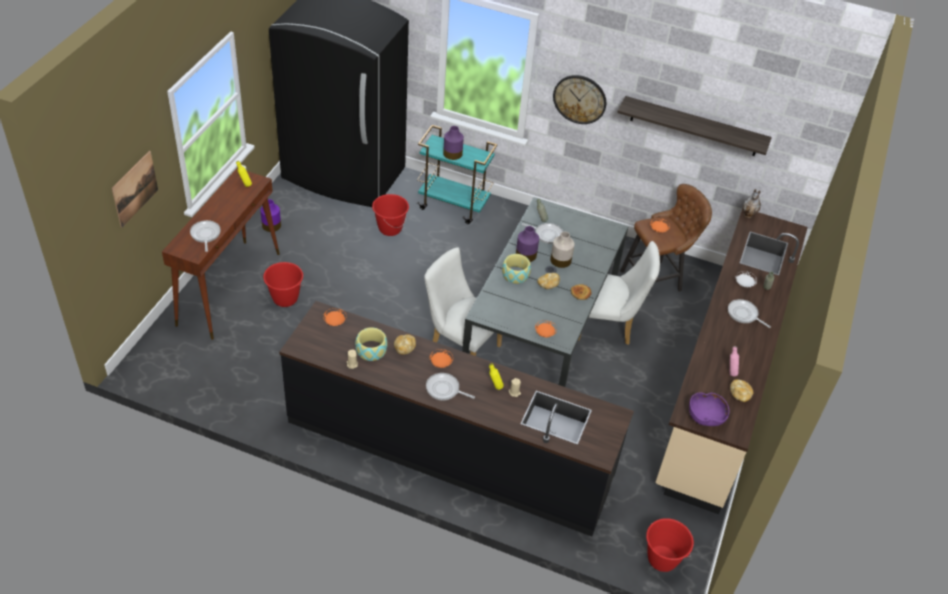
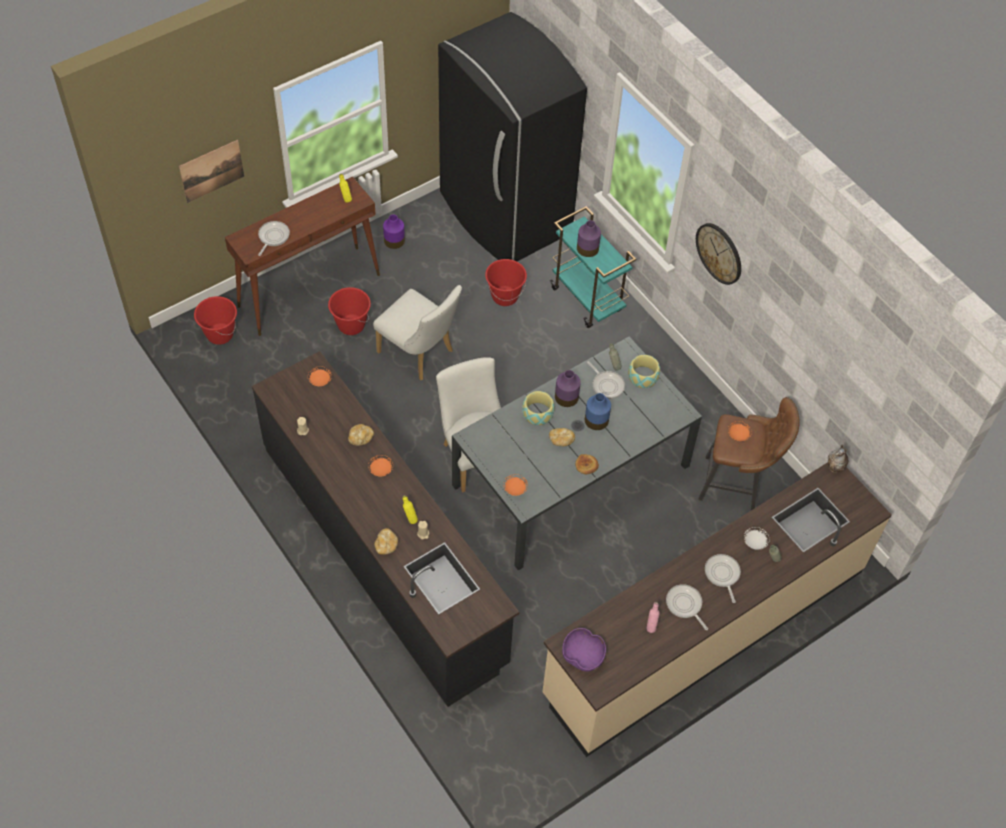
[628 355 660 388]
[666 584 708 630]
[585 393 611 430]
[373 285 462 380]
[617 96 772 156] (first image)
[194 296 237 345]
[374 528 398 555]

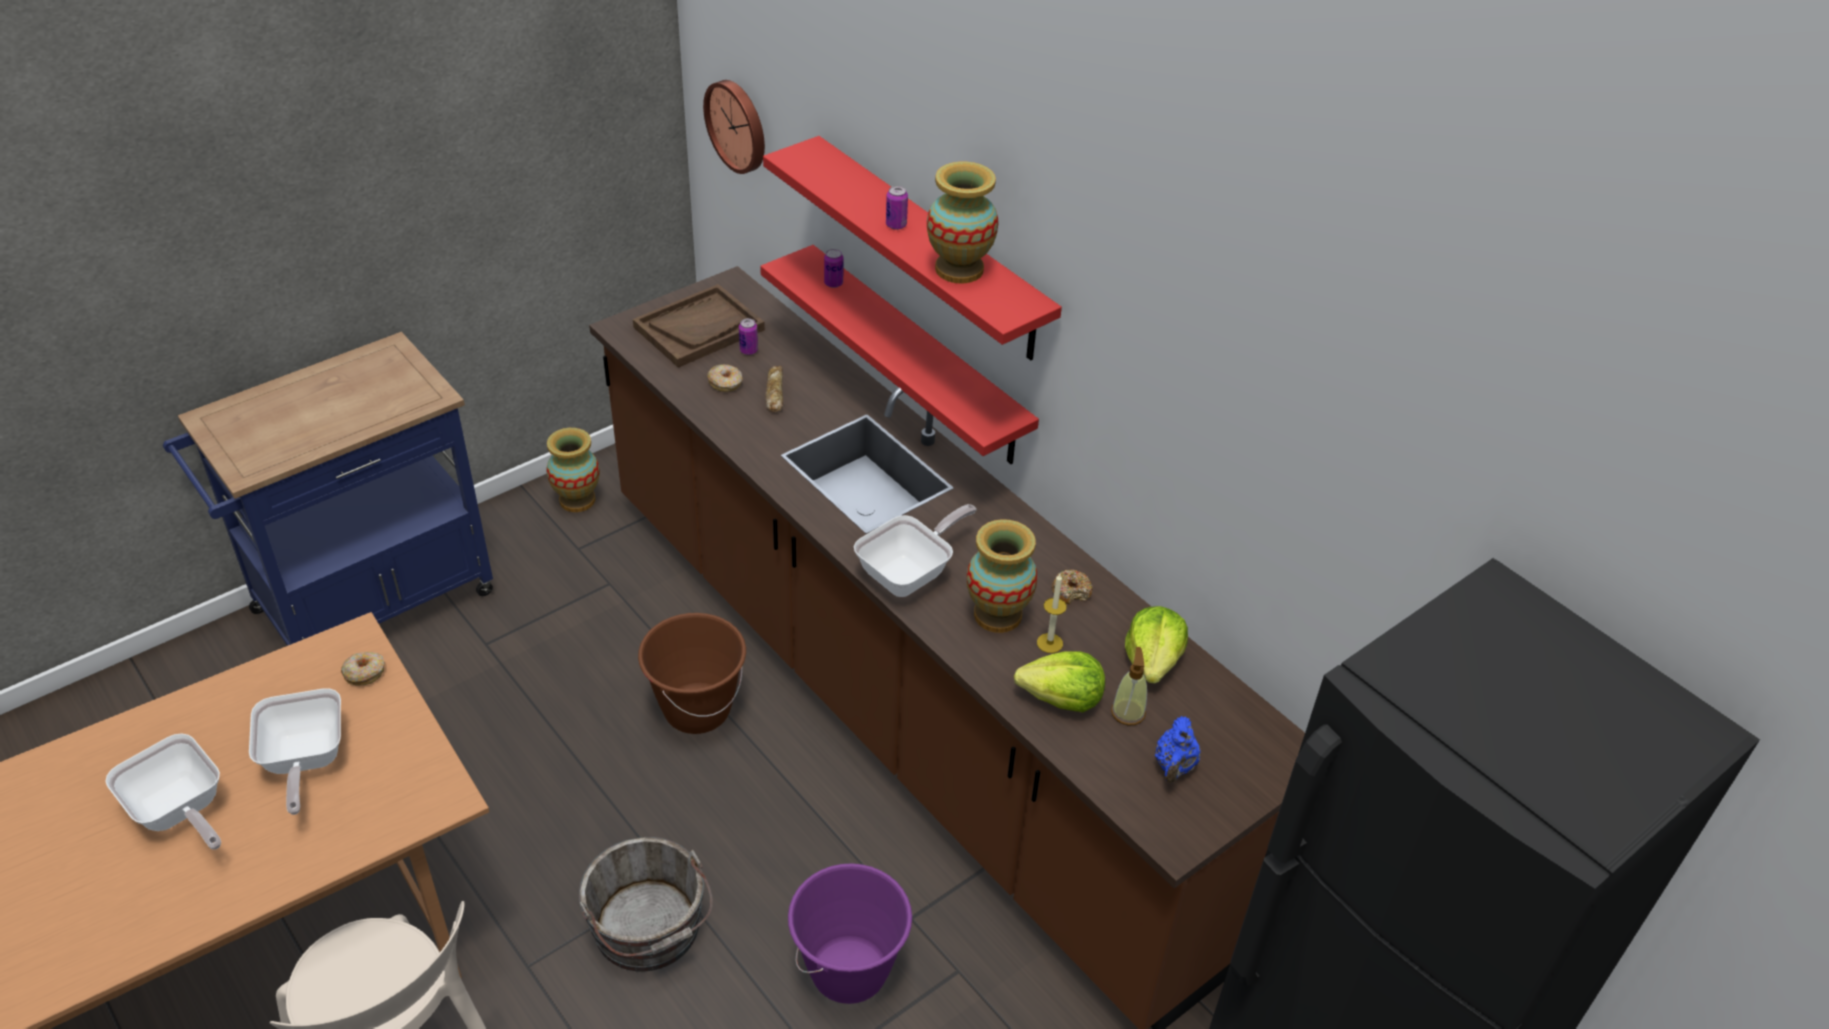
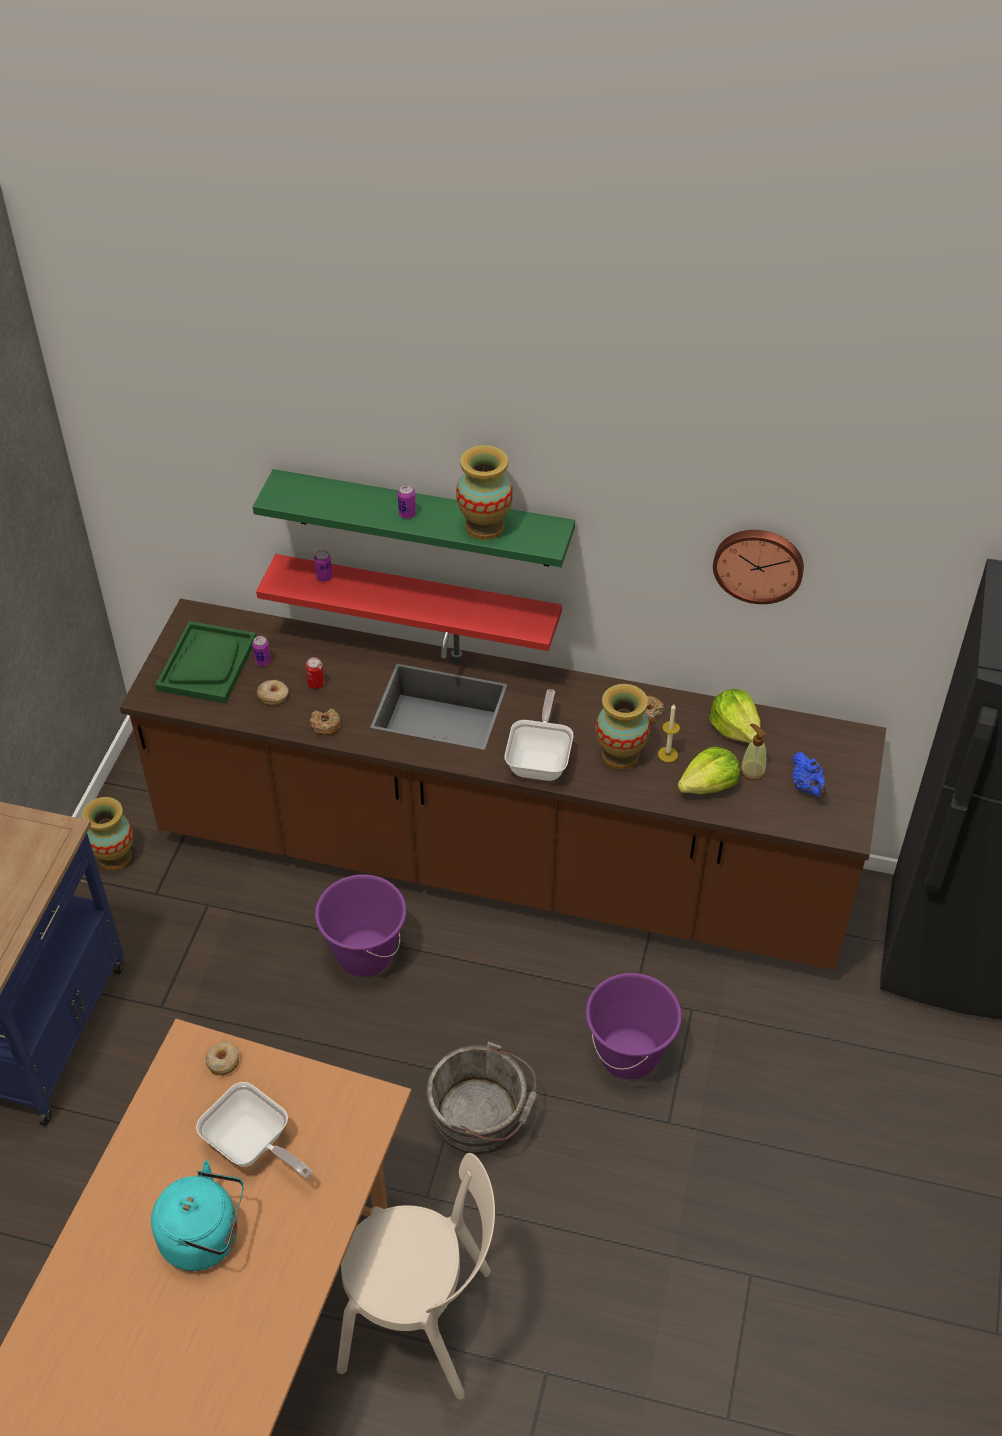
[151 1161 244 1271]
[156 621 257 704]
[315 874 406 977]
[713 530 804 604]
[253 469 575 567]
[305 657 325 689]
[310 709 341 735]

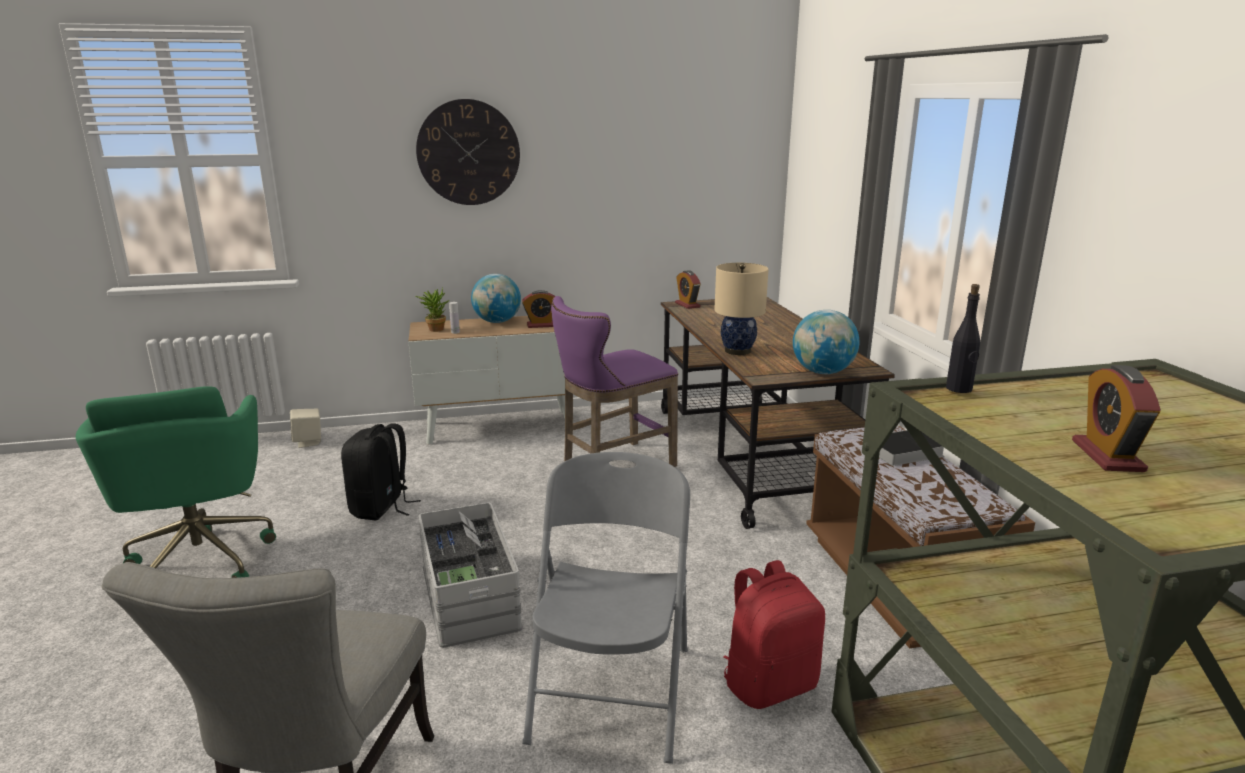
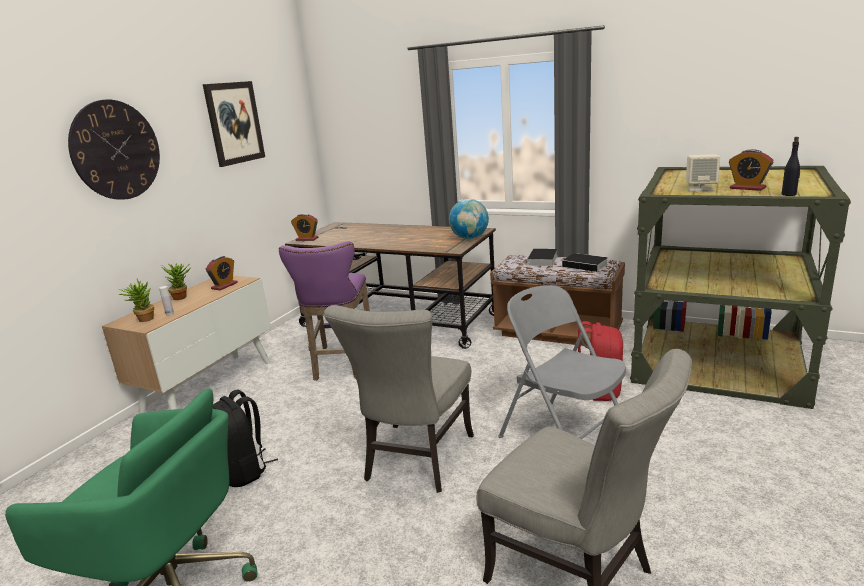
[686 154 720 191]
[323 305 474 493]
[161 263 190 300]
[714 263 768 355] (first image)
[782 137 800 196]
[203 81 265 167]
[562 253 608 272]

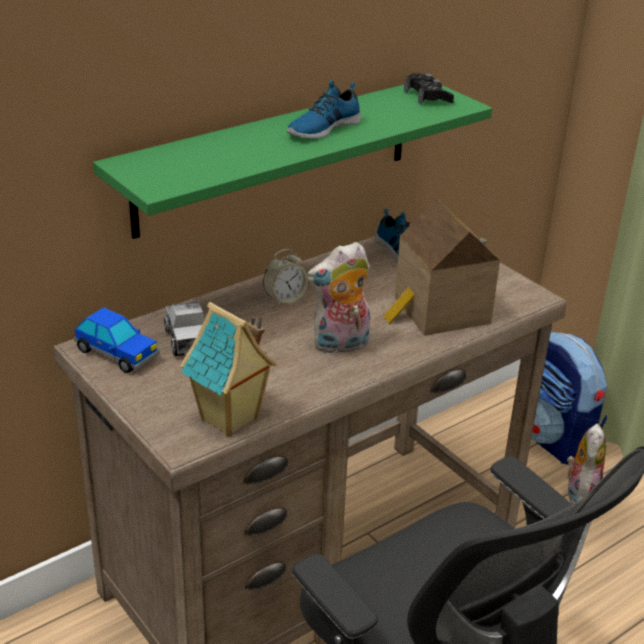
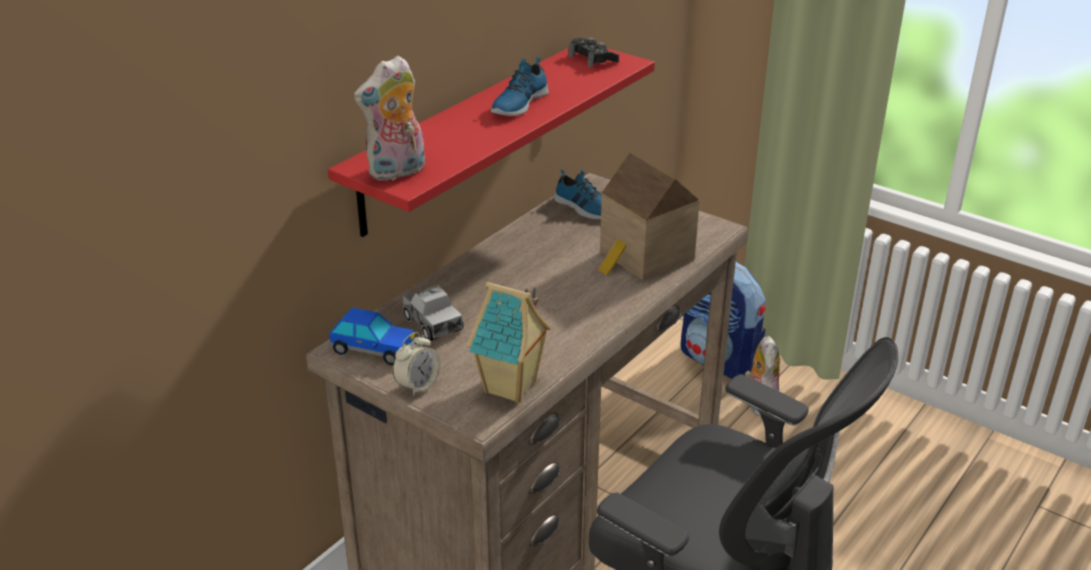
[328 48 655 237]
[393 332 441 396]
[354 56 425 181]

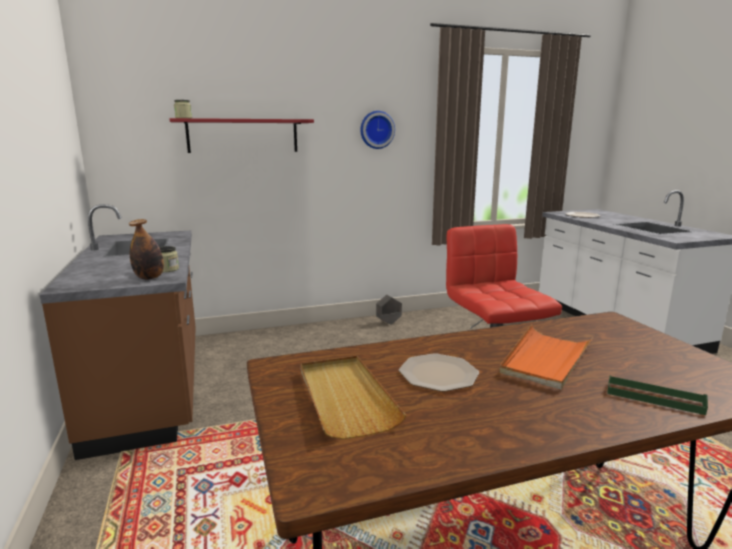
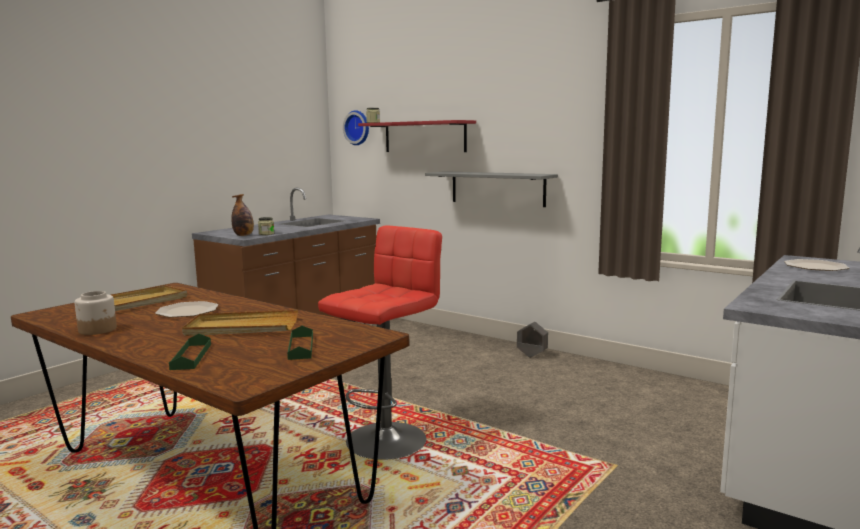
[343 110 369 145]
[182 310 298 336]
[75 291 117 335]
[287 326 313 360]
[425 171 558 207]

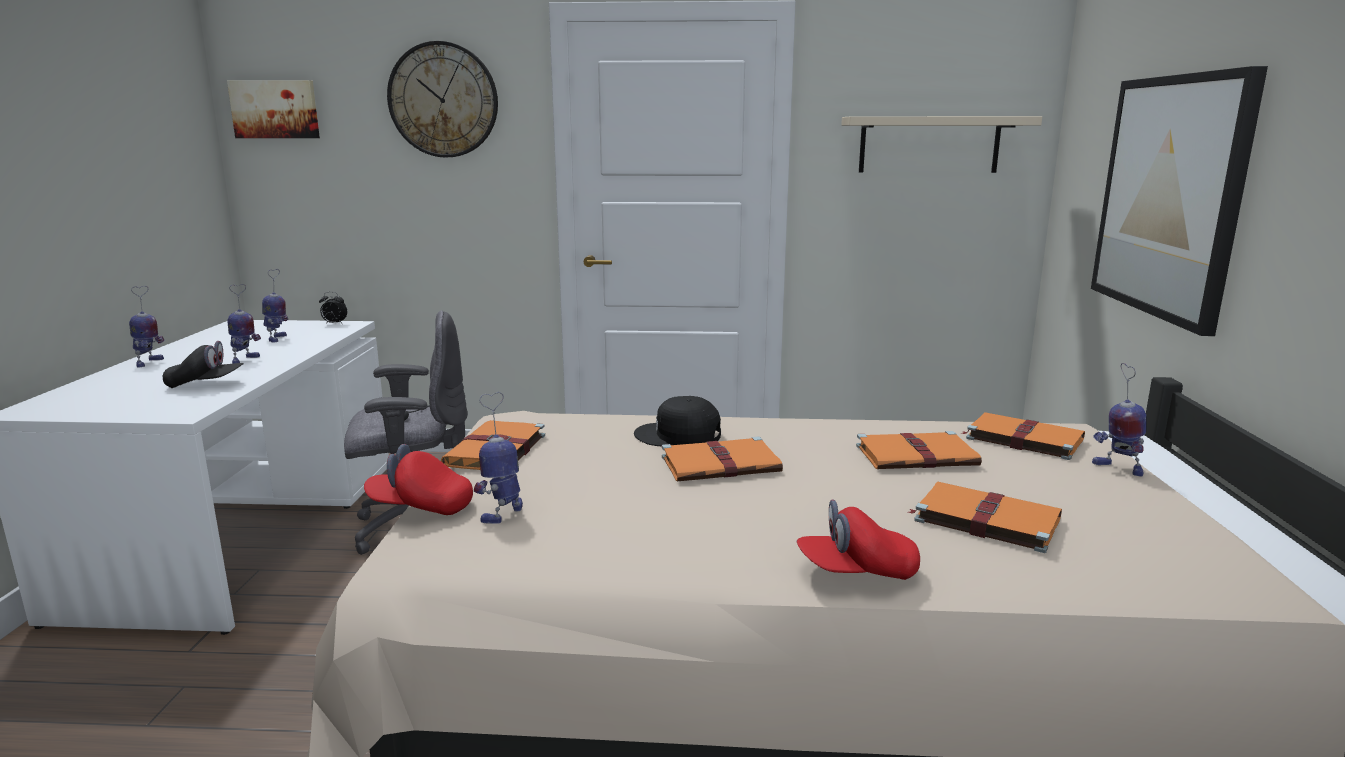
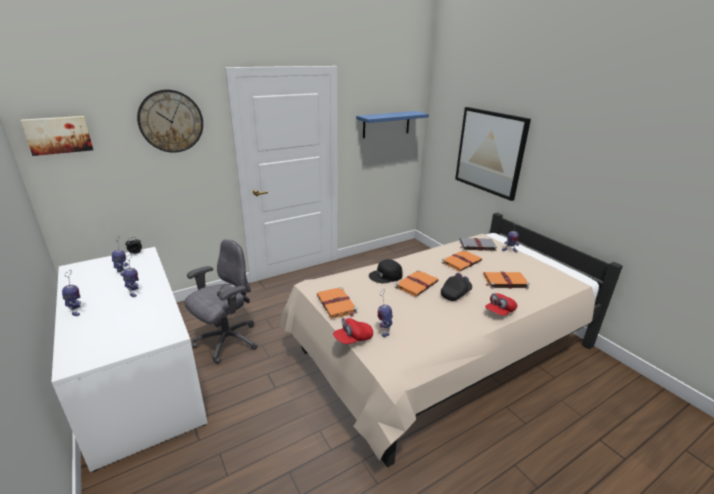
[441 273 472 301]
[356 111 429 138]
[460 238 497 251]

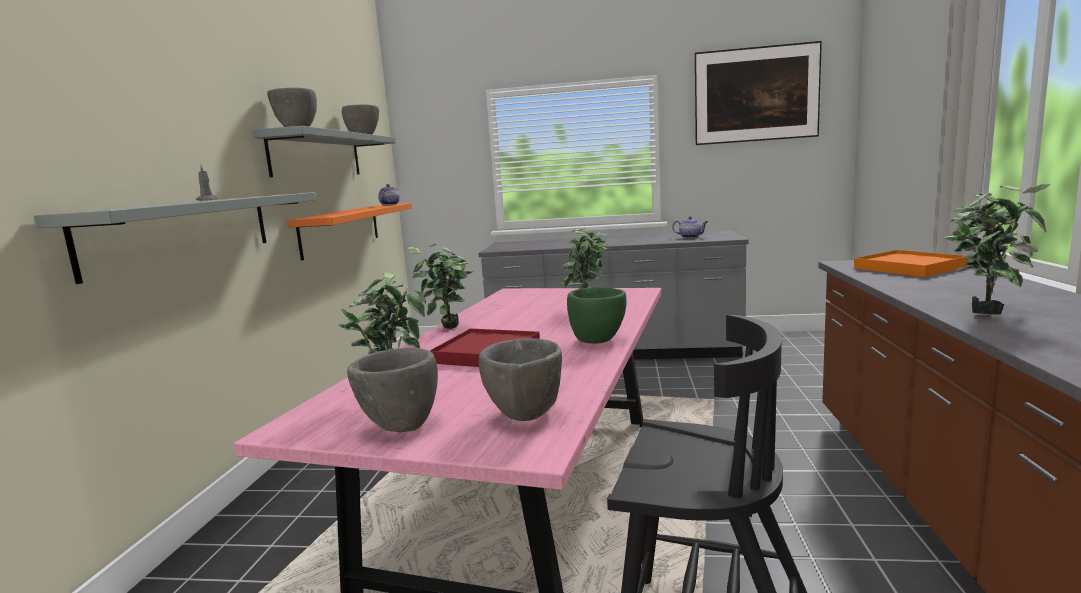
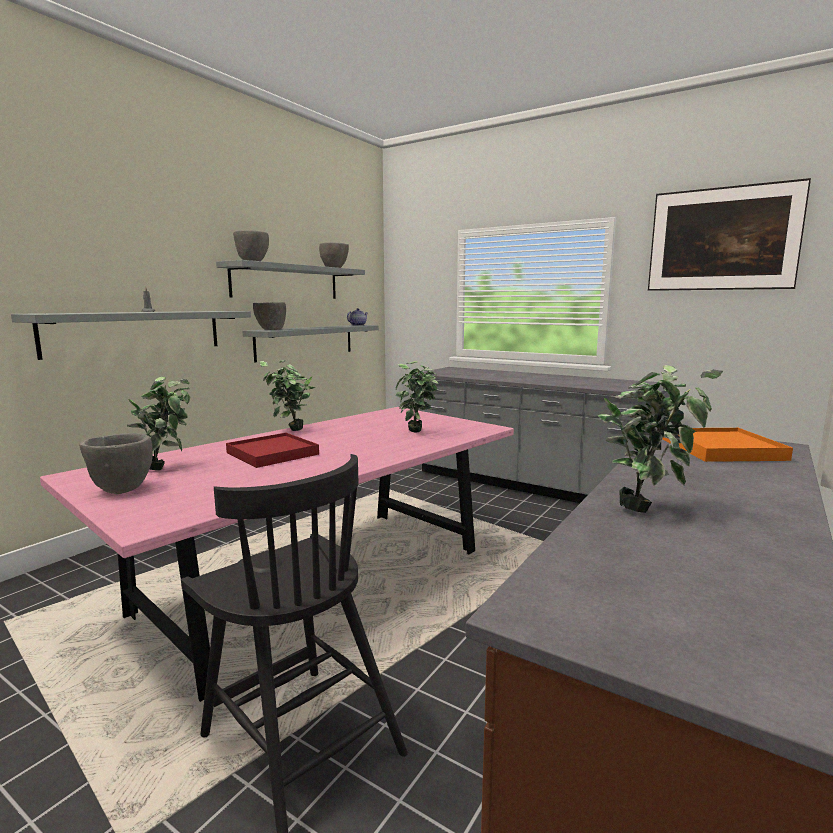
[243 325 379 362]
[253 302 286 330]
[567 287 626 343] (first image)
[672 216 708 238] (first image)

